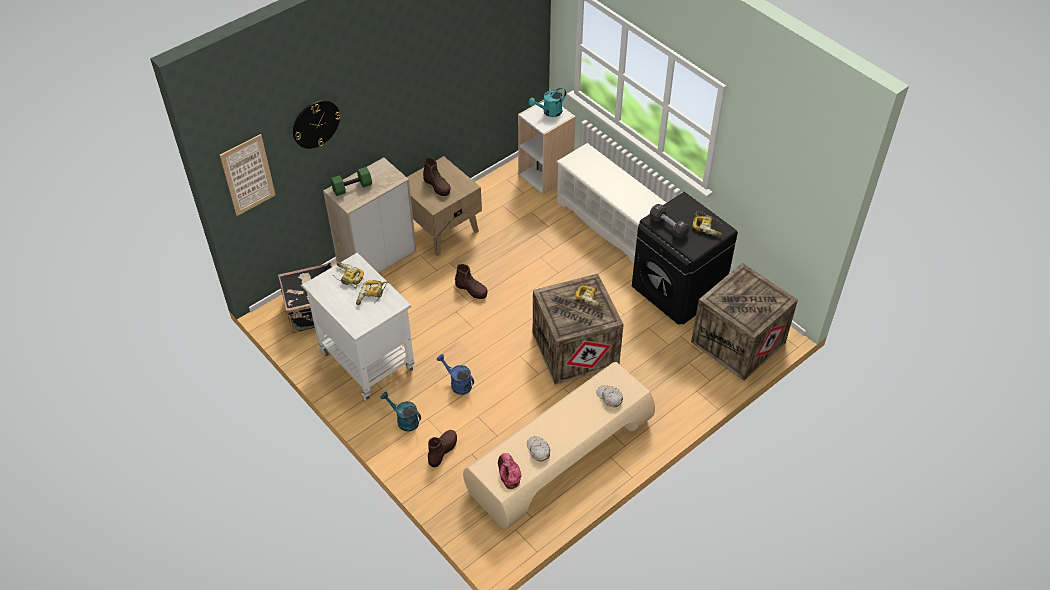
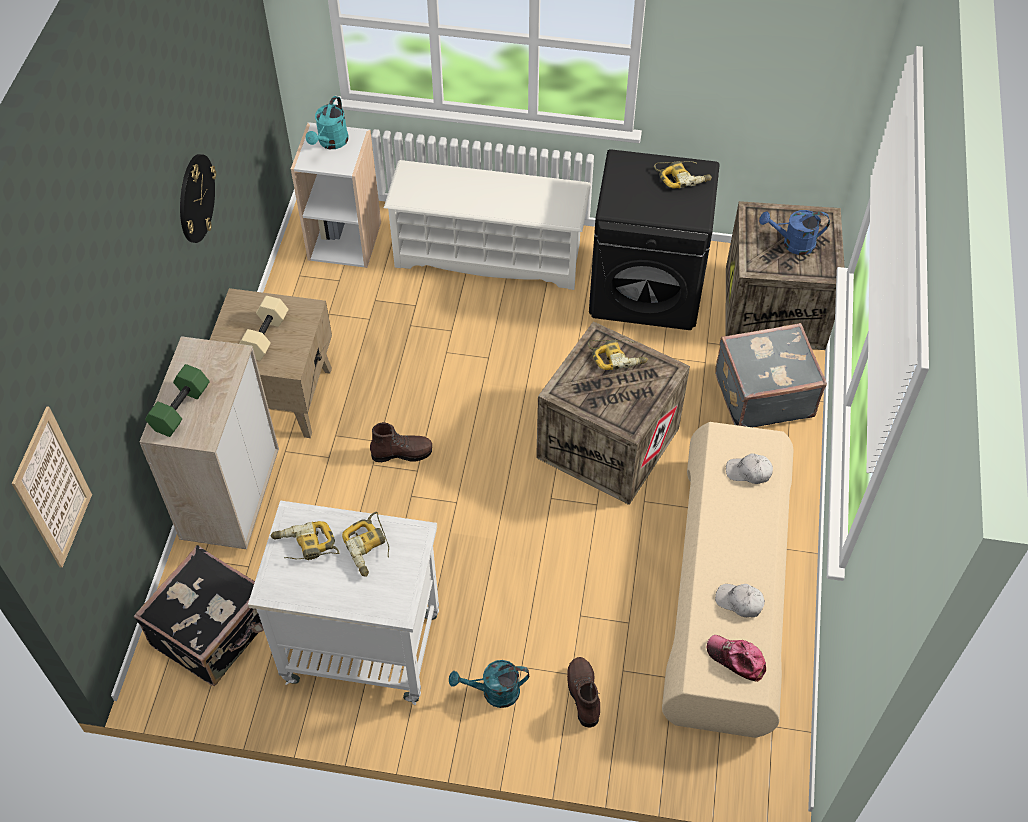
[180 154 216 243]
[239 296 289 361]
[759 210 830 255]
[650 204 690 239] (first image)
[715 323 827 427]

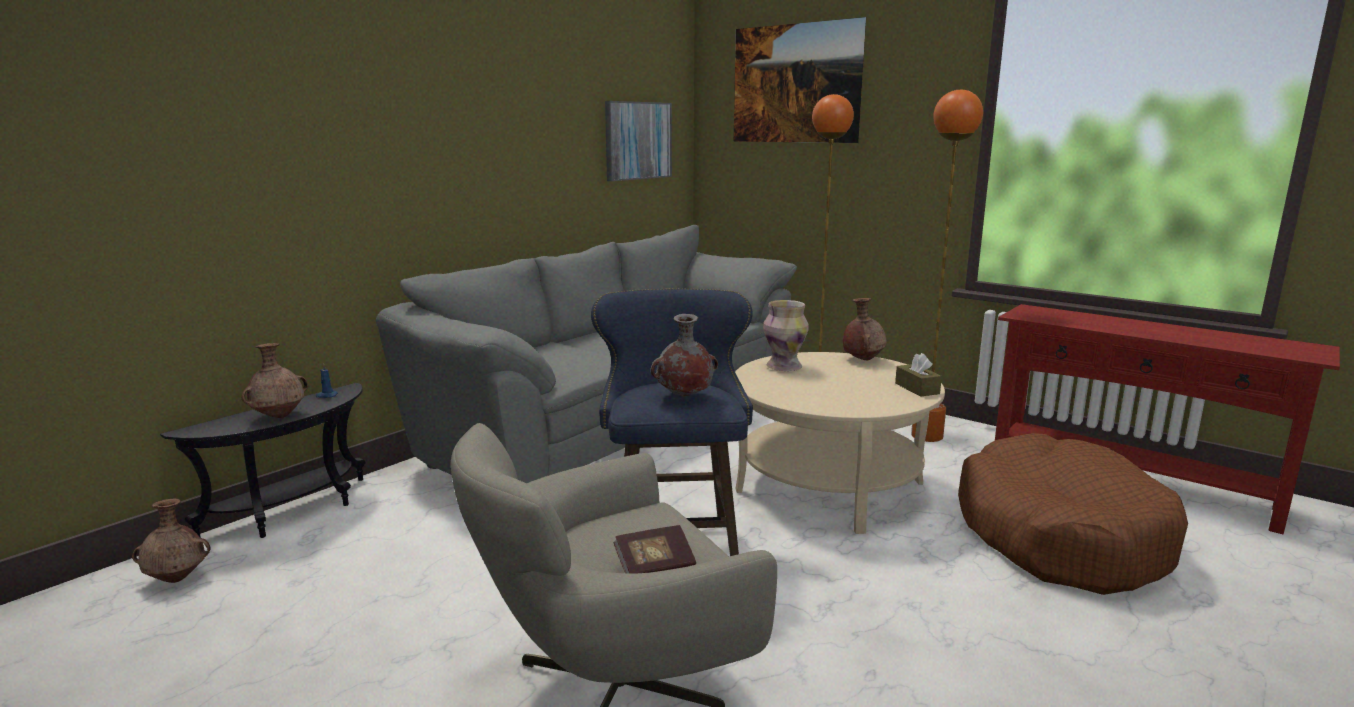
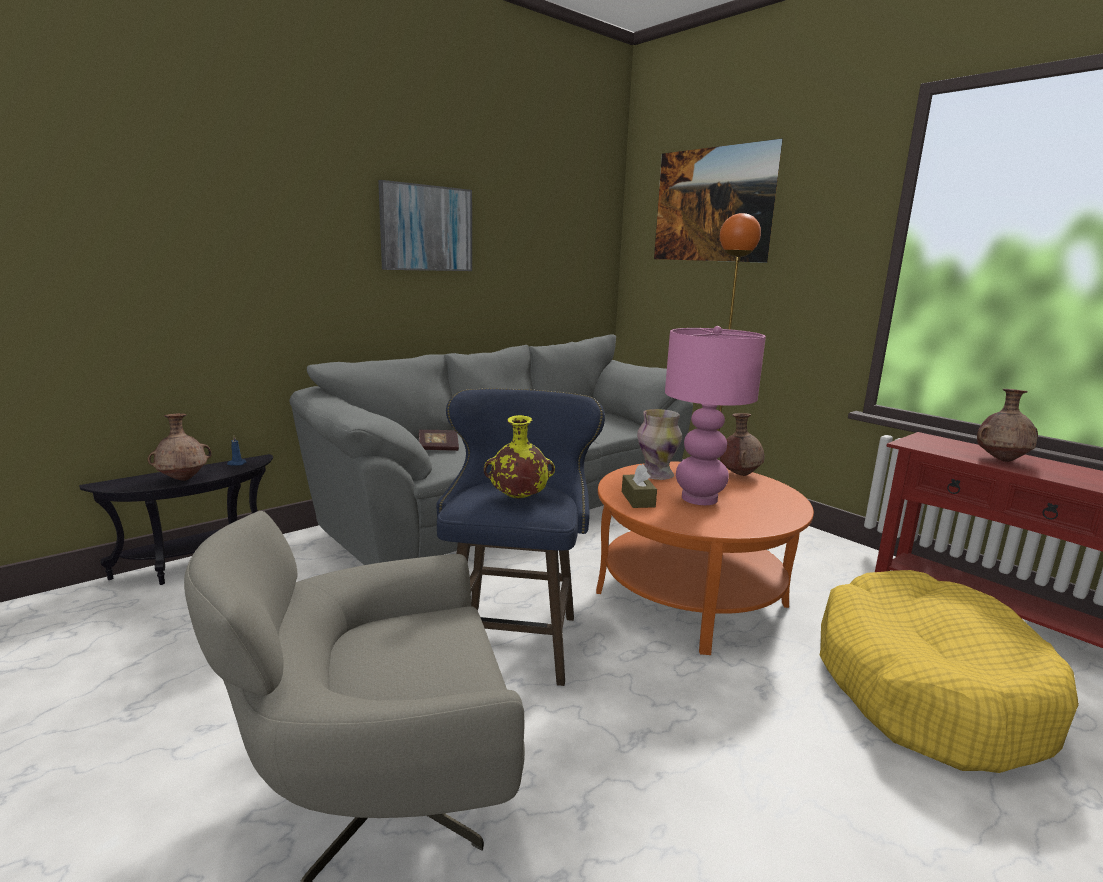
[977 389 1038 462]
[378 180 472 271]
[419 430 459 451]
[484 415 555 499]
[596 462 814 655]
[622 464 657 508]
[911 90 983 442] (first image)
[820 570 1079 773]
[665 326 766 505]

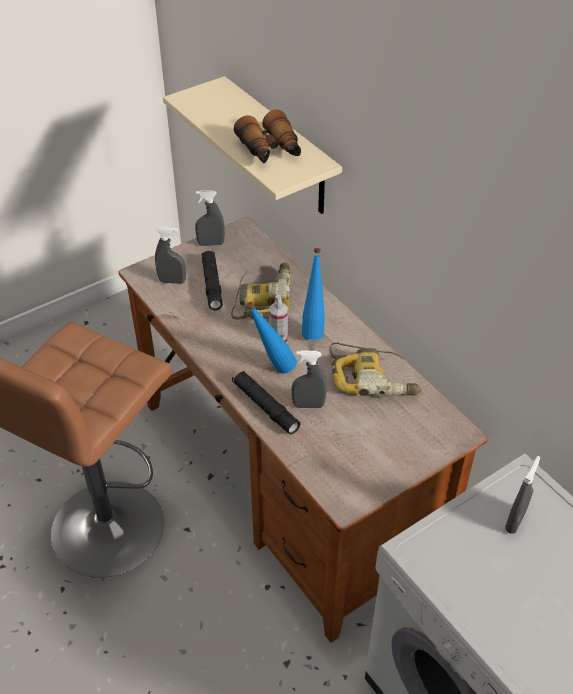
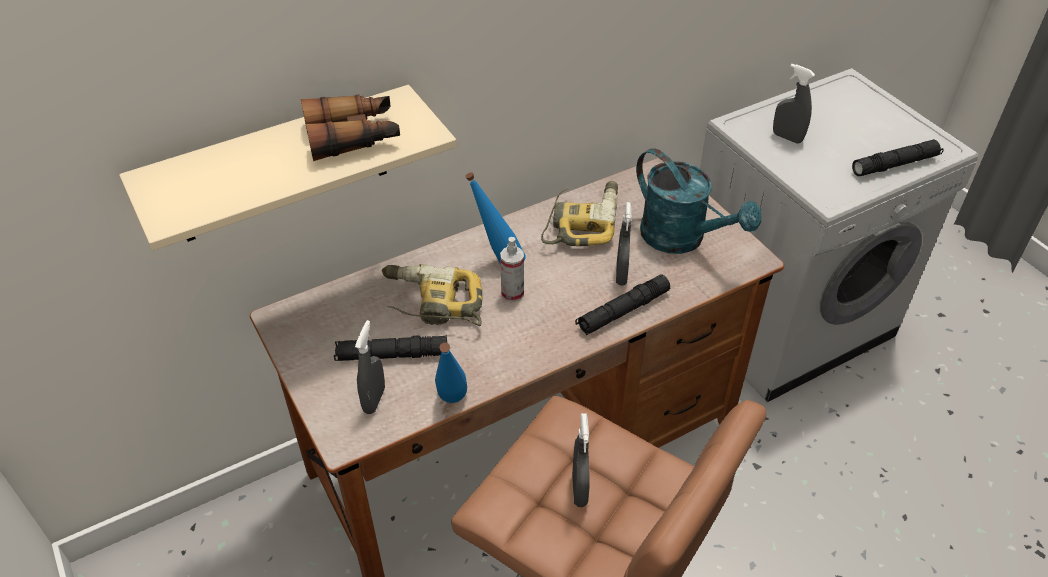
[572 413 590 507]
[435 343 467 403]
[636 148 762 254]
[852 139 944 176]

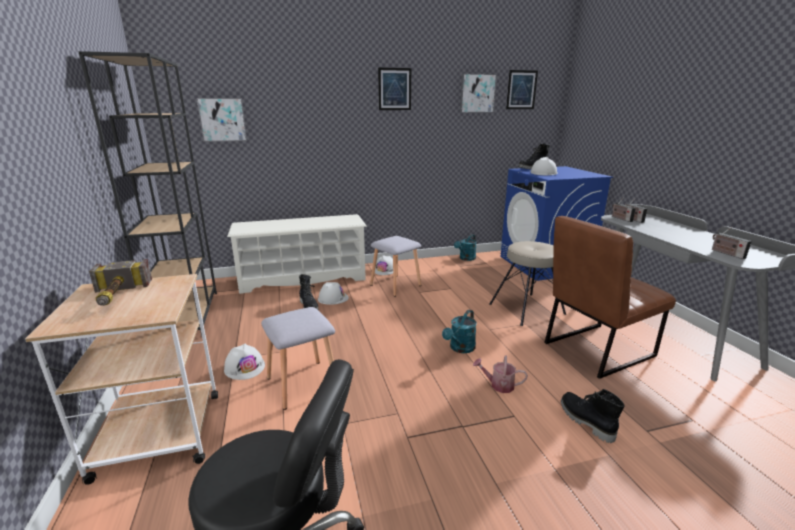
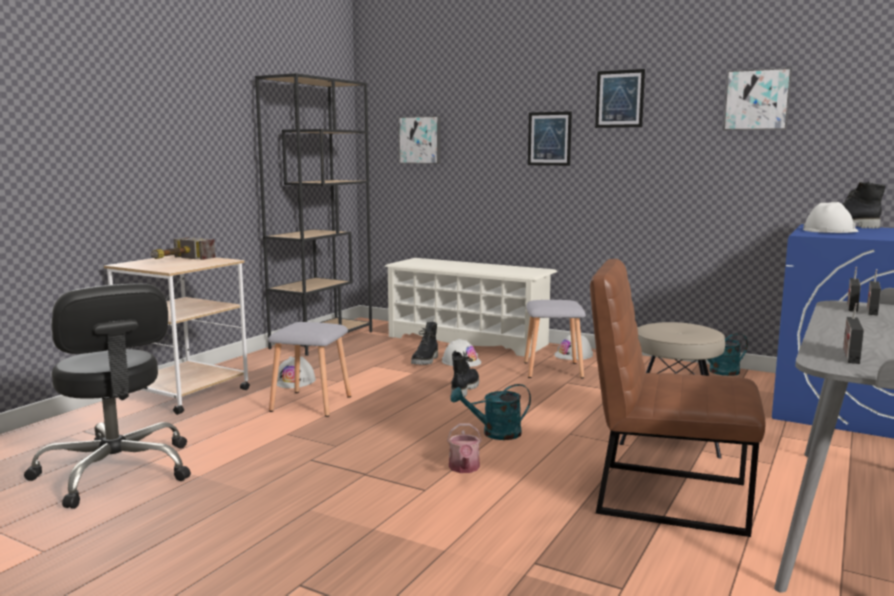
[447 423 482 473]
[528 111 572 166]
[451 351 479 397]

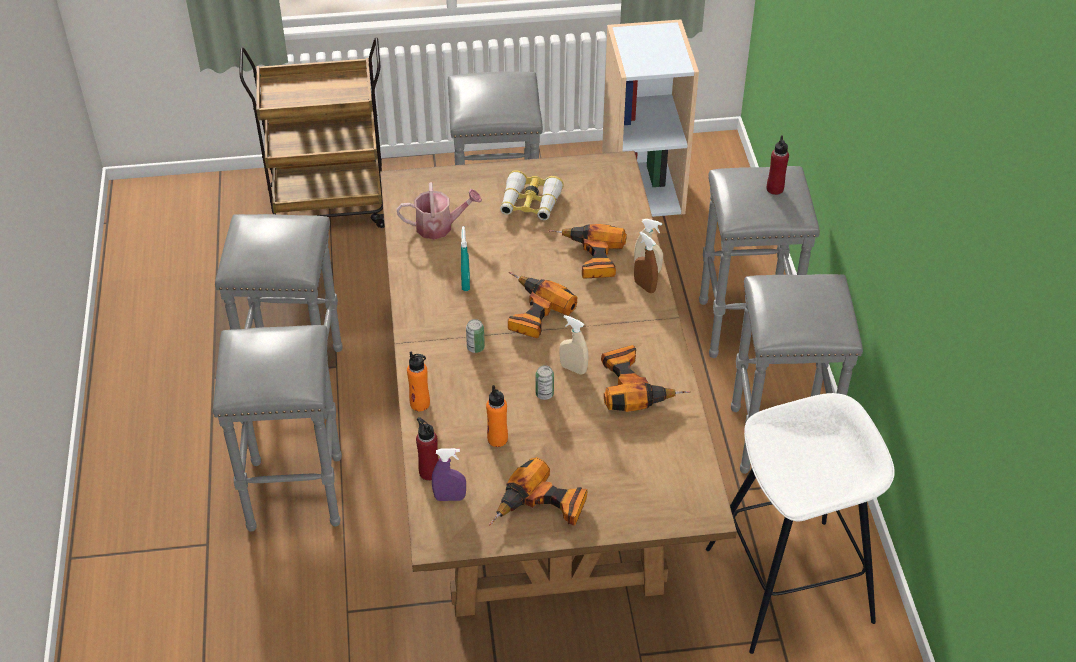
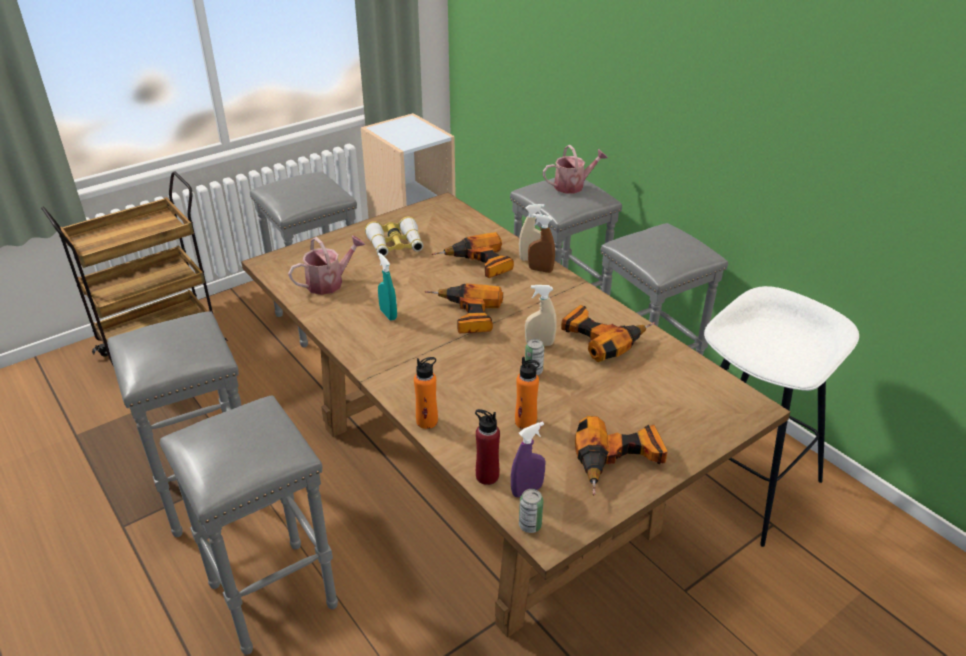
[519 489 543 533]
[543 145 608 193]

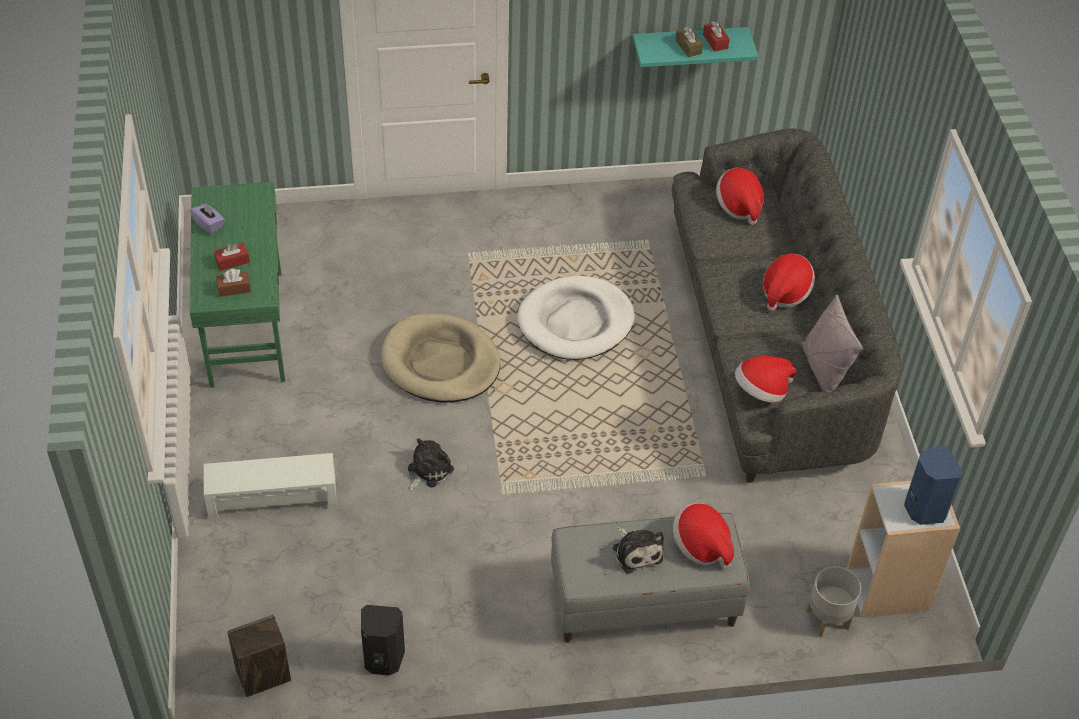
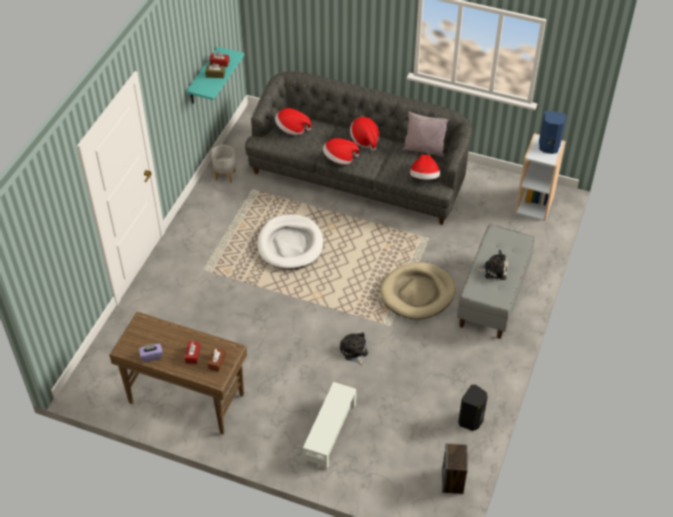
[109 312 247 434]
[380 262 456 319]
[323 138 359 165]
[211 145 236 183]

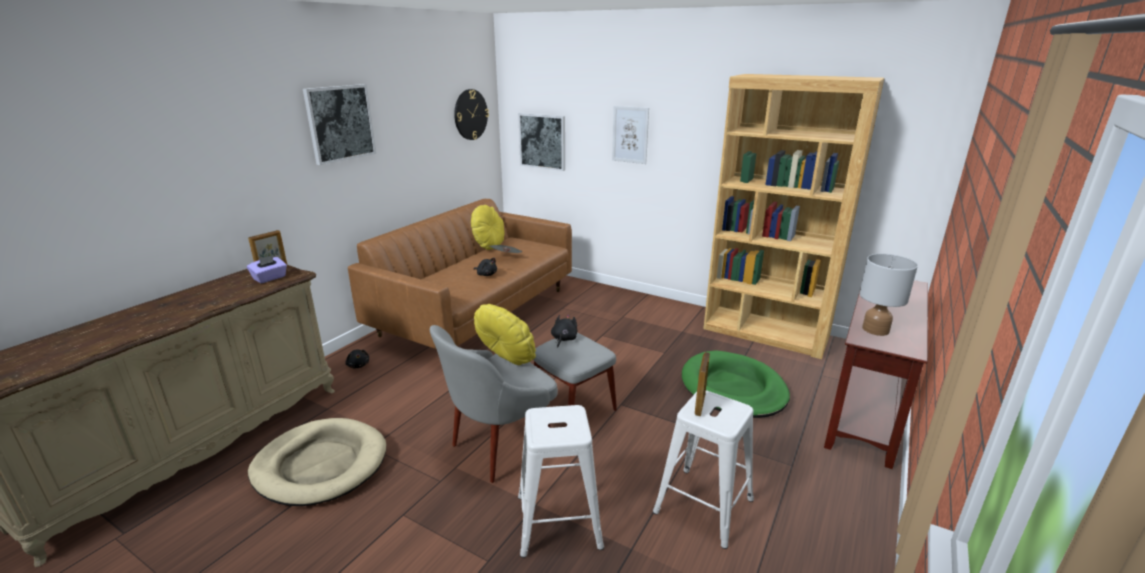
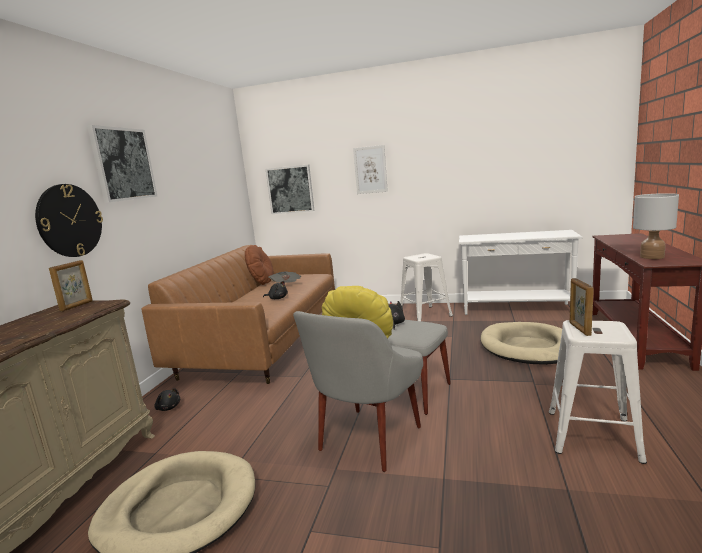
[247 255 287 283] (first image)
[35 184 103 257]
[245 245 274 285]
[400 253 453 321]
[481 322 562 365]
[459 230 582 315]

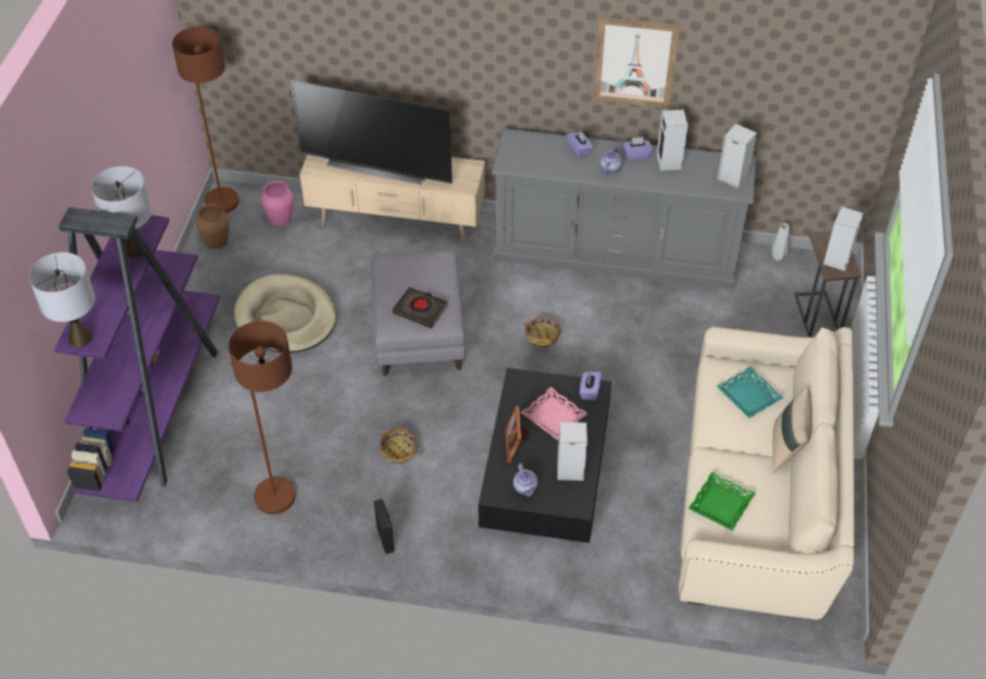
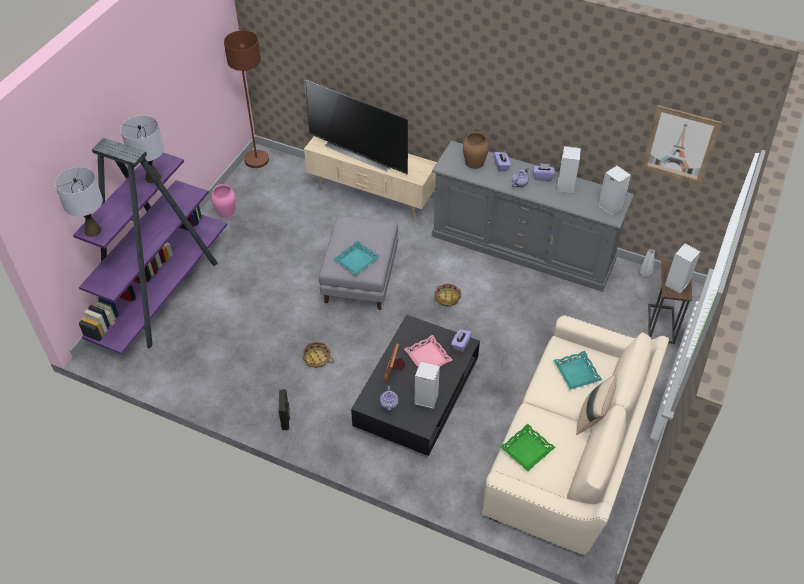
[463 131 489 169]
[229 321 296 514] (first image)
[234 274 336 353] (first image)
[211 184 235 218]
[334 241 380 275]
[641 105 722 185]

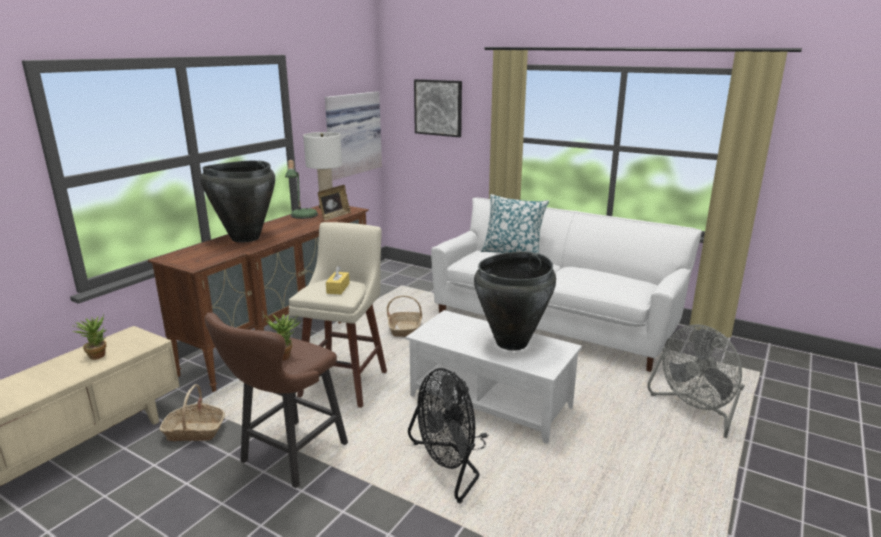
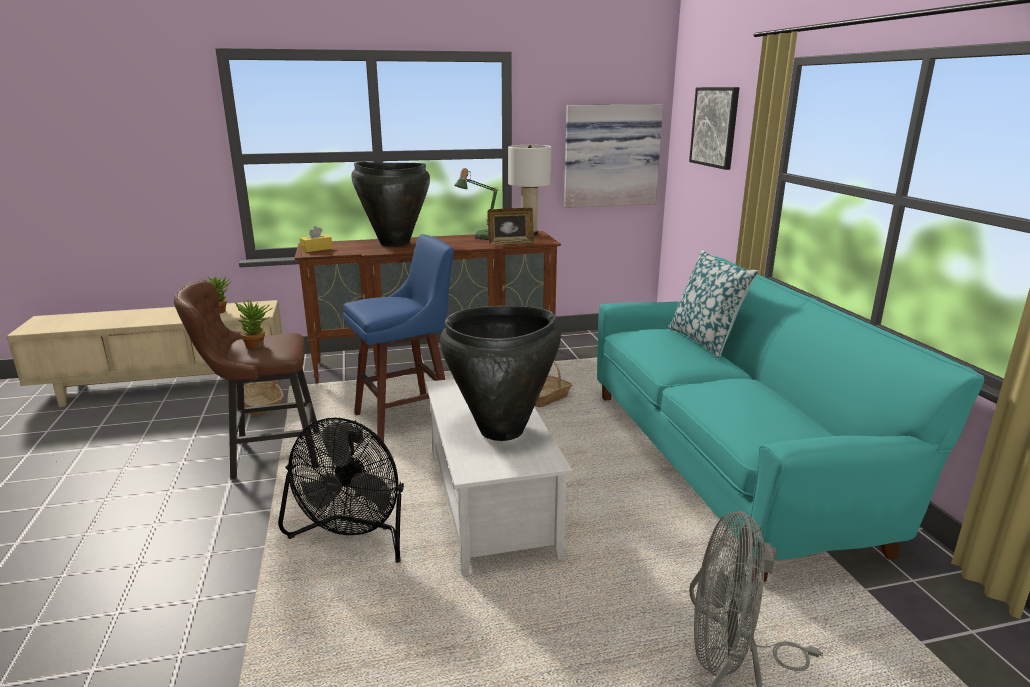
[343 234 454 446]
[300 226 332 252]
[278 417 404 563]
[597 256 984 582]

